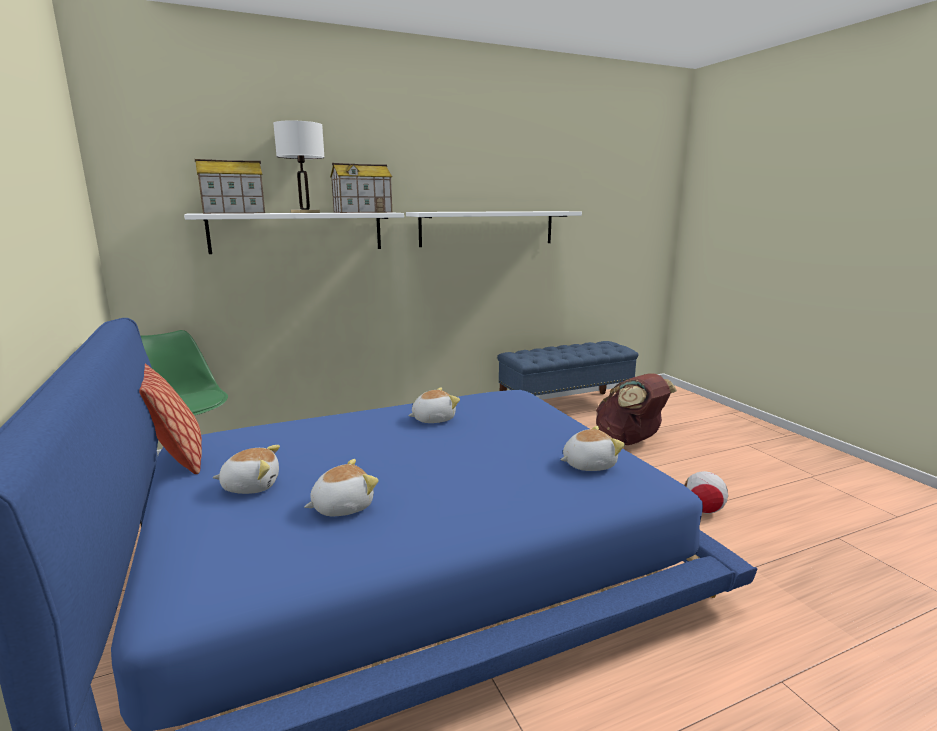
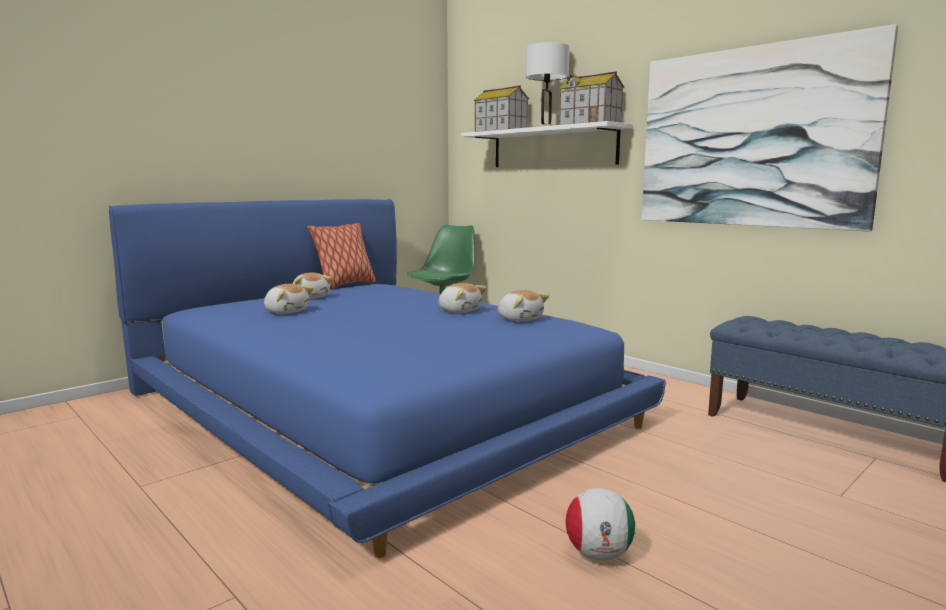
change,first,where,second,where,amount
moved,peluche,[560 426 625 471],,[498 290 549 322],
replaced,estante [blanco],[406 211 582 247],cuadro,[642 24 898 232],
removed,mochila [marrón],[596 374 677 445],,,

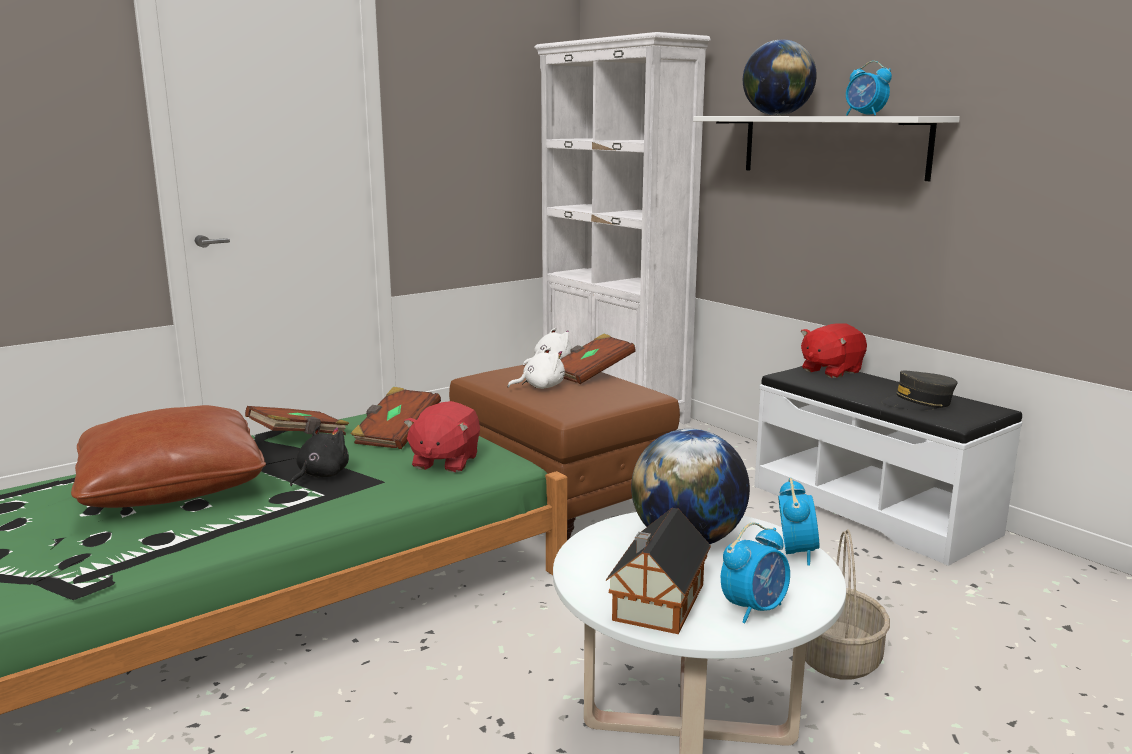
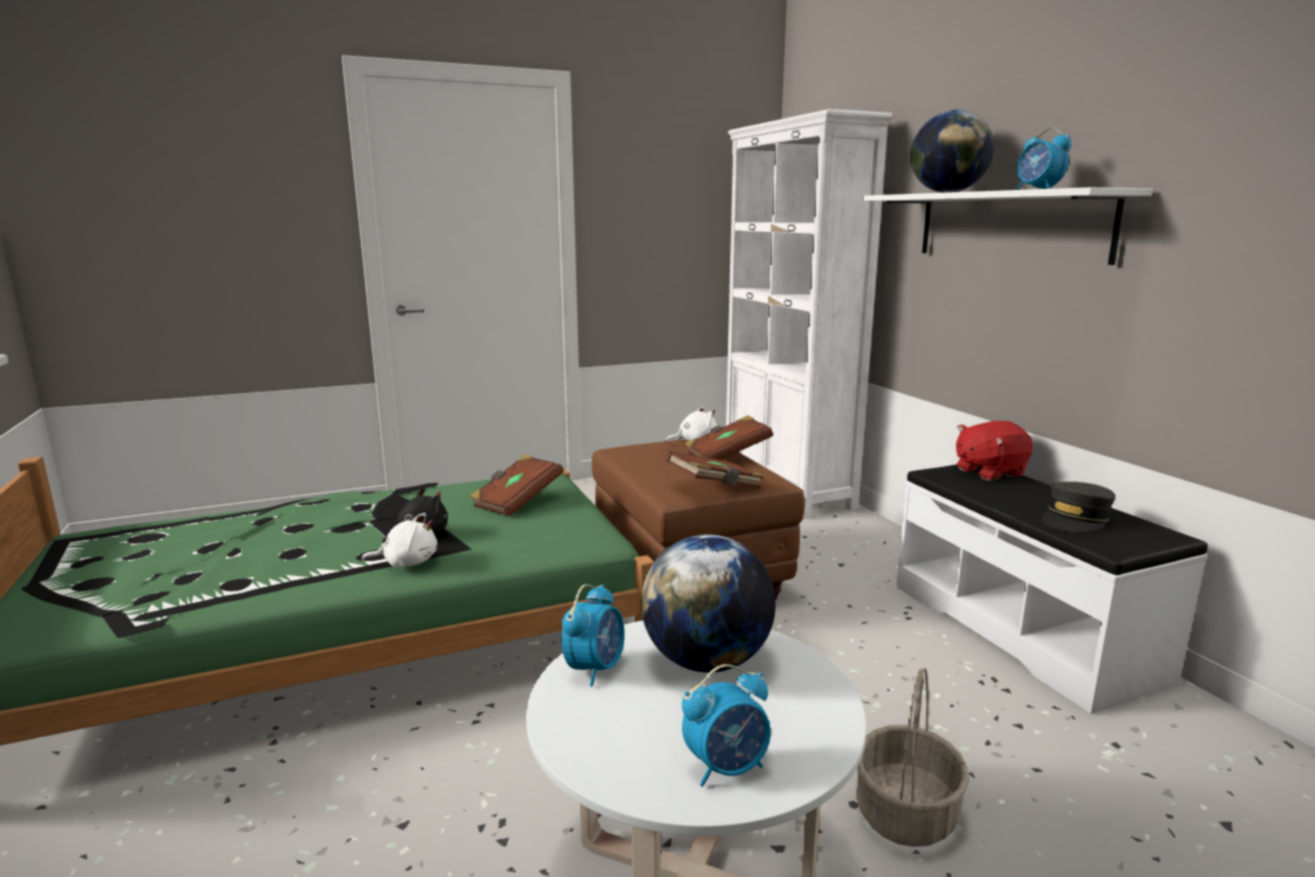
change,first,where,second,where,amount
moved,peluche [blanco],[508 347 565 389],,[361 513 438 567],
moved,despertador,[778 478 819 566],,[561 584 625 687],
moved,libro [marrón],[245 406 349 435],,[665 451 764 488],
turned,gorra [gris],[881 370 957 410],,[1042 482 1115 532],45 degrees counterclockwise
removed,cojín [marrón],[71 405 266 508],,,
removed,peluche [rojo],[403 401 480 473],,,
removed,casita,[606 508 711 634],,,

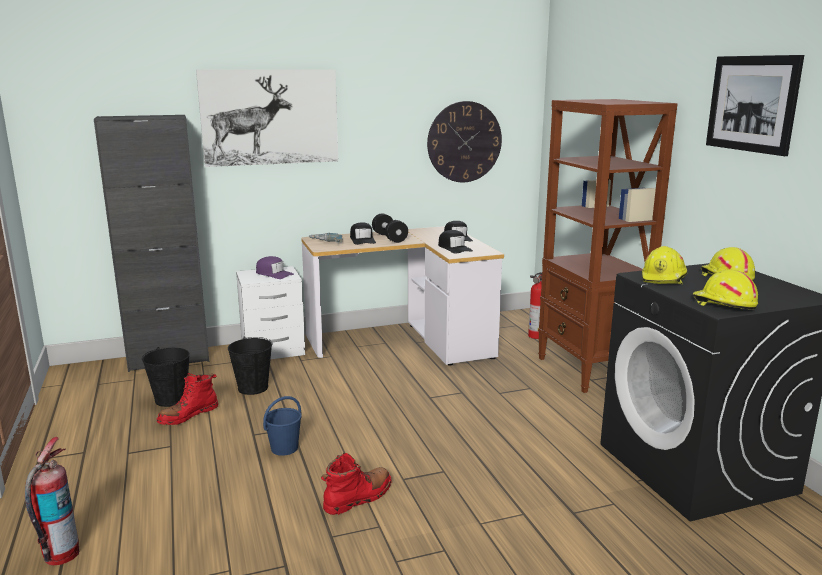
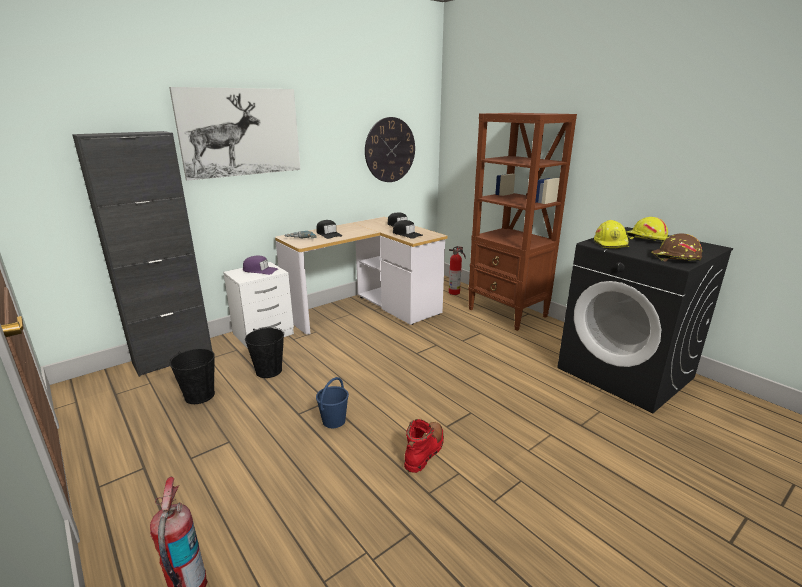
change,first,where,second,where,amount
recoloured,casco [amarillo],[693 270 758 309],casco [marrón],[651 233 702 262],
removed,bota [rojo],[157 373 218 425],,,
removed,mancuerna [negro],[372 213 408 243],,,
removed,cuadro,[706 55 804 156],,,

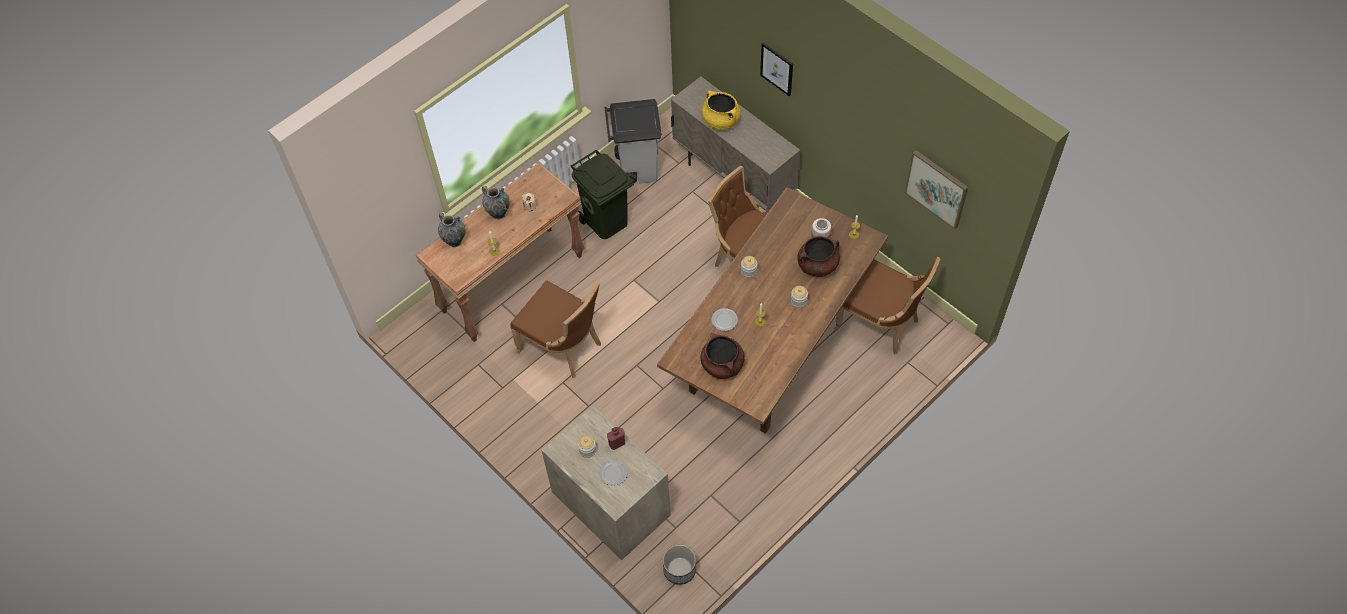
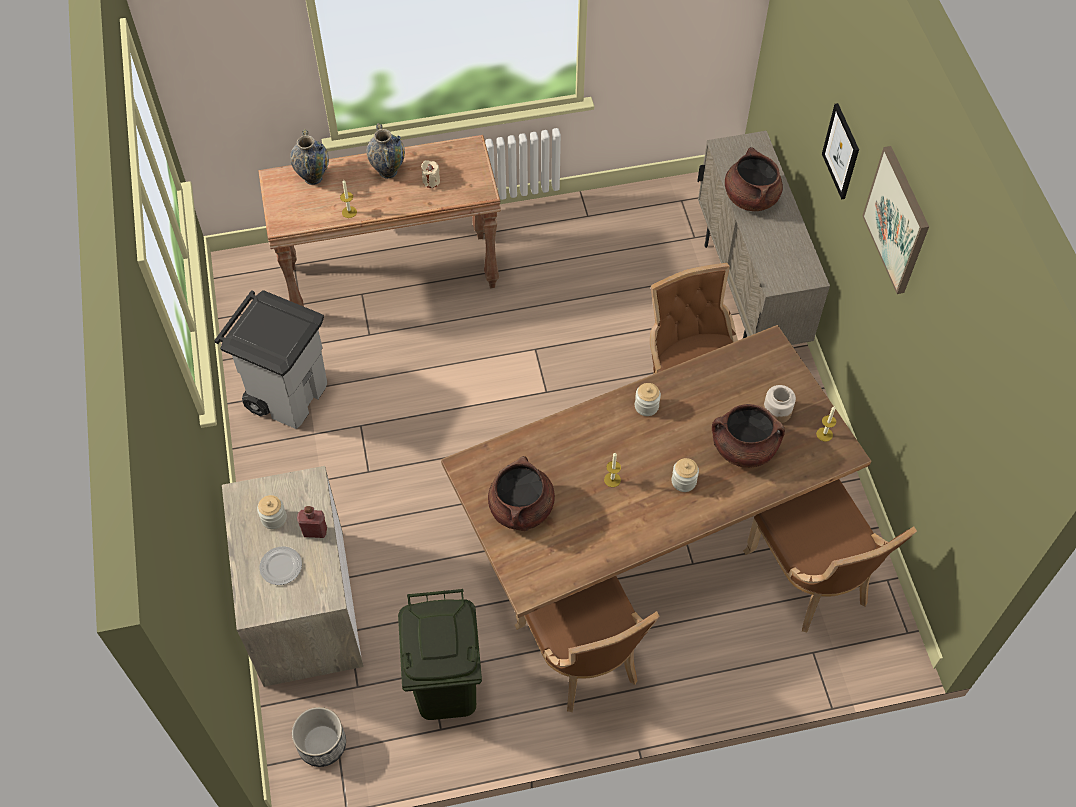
change,first,where,second,where,amount
moved,papelera [gris],[604 99 661 184],,[214 290 327 429],
moved,papelera [verde],[571 150 634 239],,[398 589 482 720],
moved,silla [marrón],[510 281 601 378],,[515 576 660 712],
recoloured,olla [amarillo],[701 91 741 130],olla [marrón],[725 147 783 211],
moved,cuadro,[905 150 968 229],,[862 146 929 294],
removed,plato,[711 308 738 331],,,

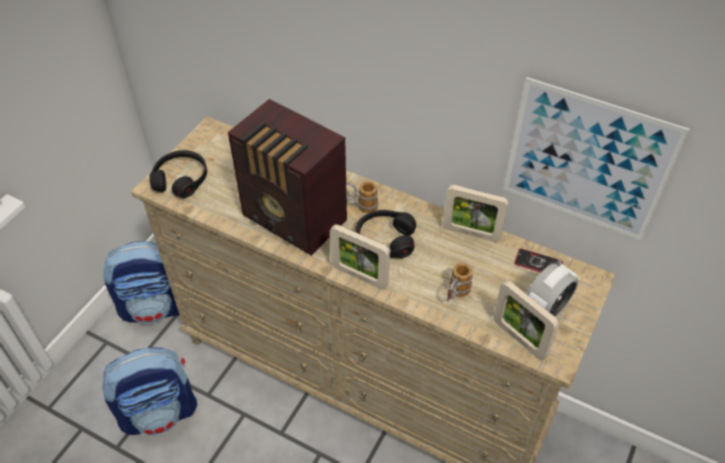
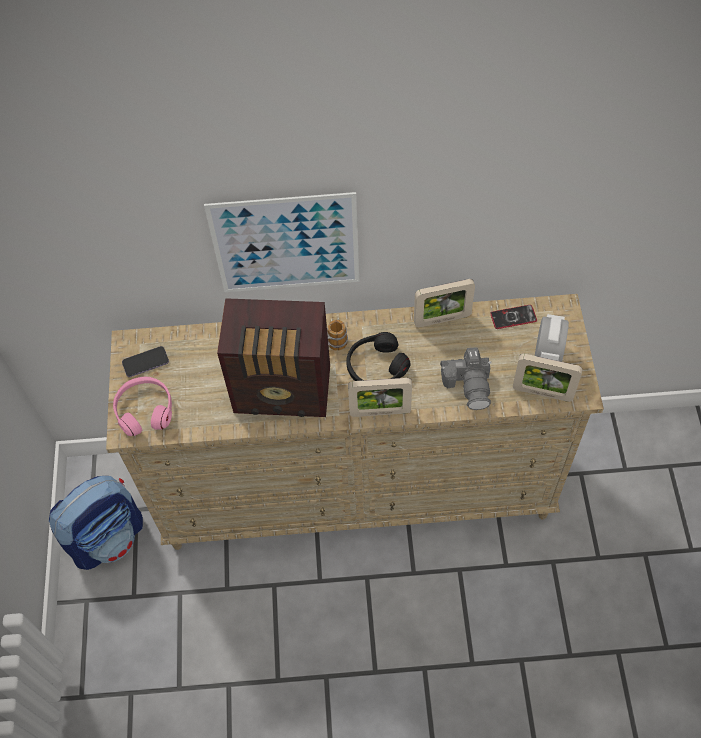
change,first,where,second,where,amount
recoloured,auriculares [negro],[150 150 207 198],auriculares [rosa],[113 377 172 436],
added,,,móvil,[122 346 169 377],
moved,cuadro,[504 77 690 240],,[204 192 359 292],
replaced,taza grande,[447 263 473 301],cámara,[440 347 491 410],
removed,mochila,[102 348 197 436],,,

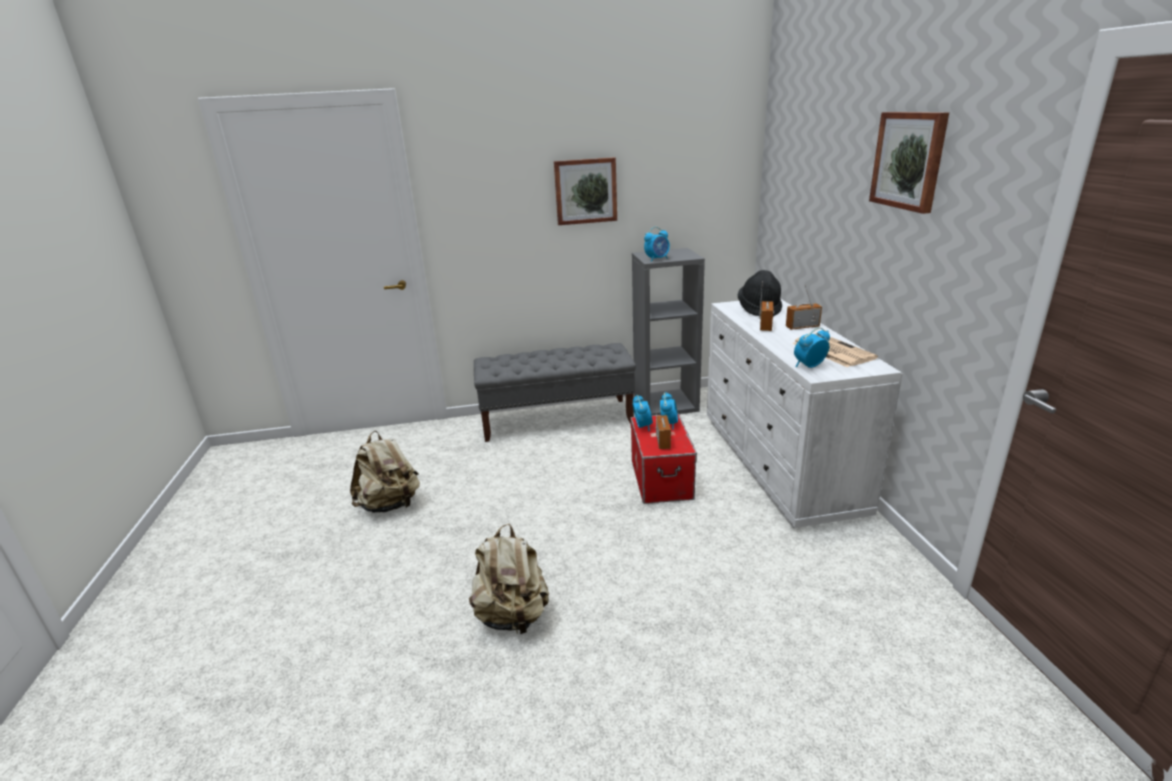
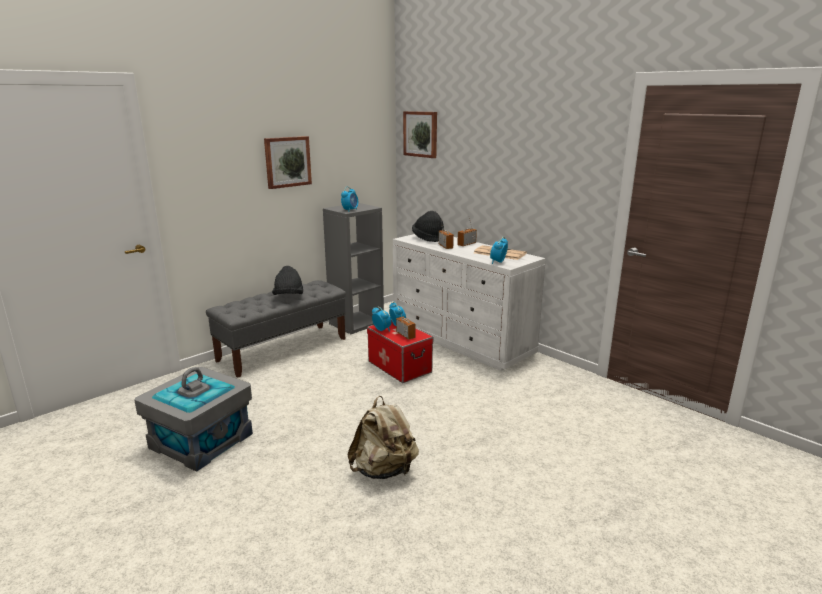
change,first,where,second,where,amount
replaced,mochila [beis],[350 431 420 513],caja de almacenaje [gris],[134 367 253 472],
added,,,sombrero [negro],[272 266 303 295],
moved,cuadro,[869 112 949 214],,[403 111 437 158],

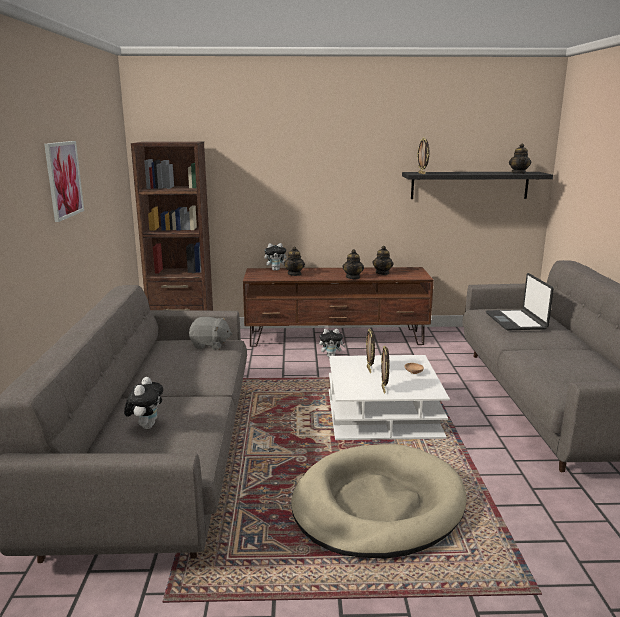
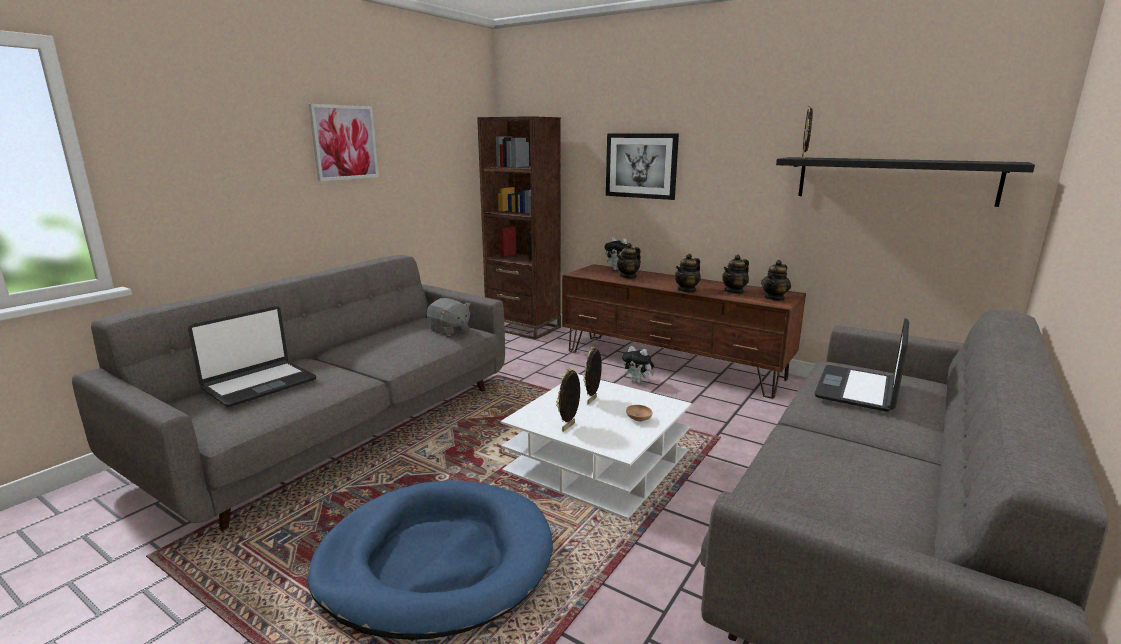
change,first,where,second,where,amount
replaced,peluche,[124 377 163 429],portátil,[188 306 316 407],
recoloured,cama para perro [beis],[291 444 467 559],cama para perro [azul],[307 480 553 640],
added,,,cuadro,[606 134 679 200],
moved,tetera,[509 143 531 174],,[761 260 791 301],

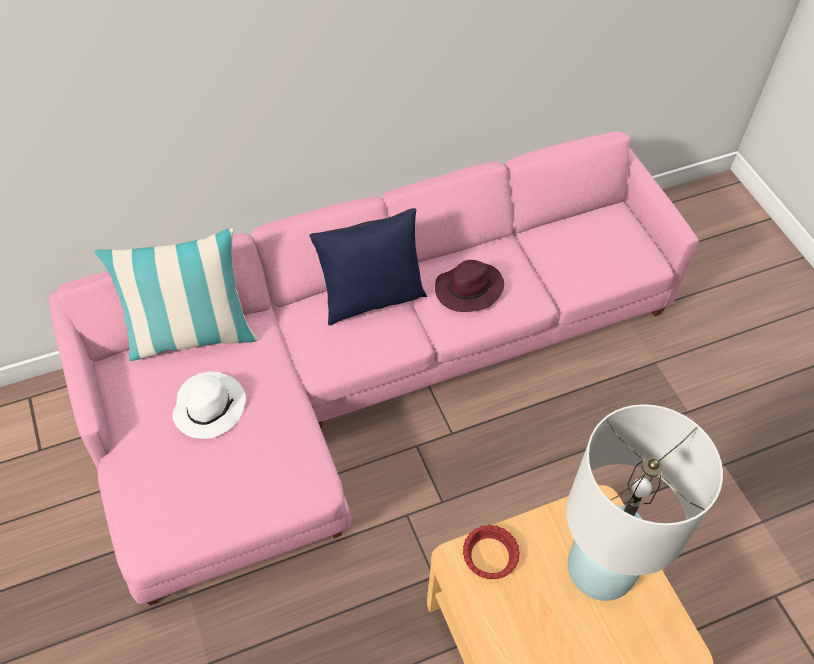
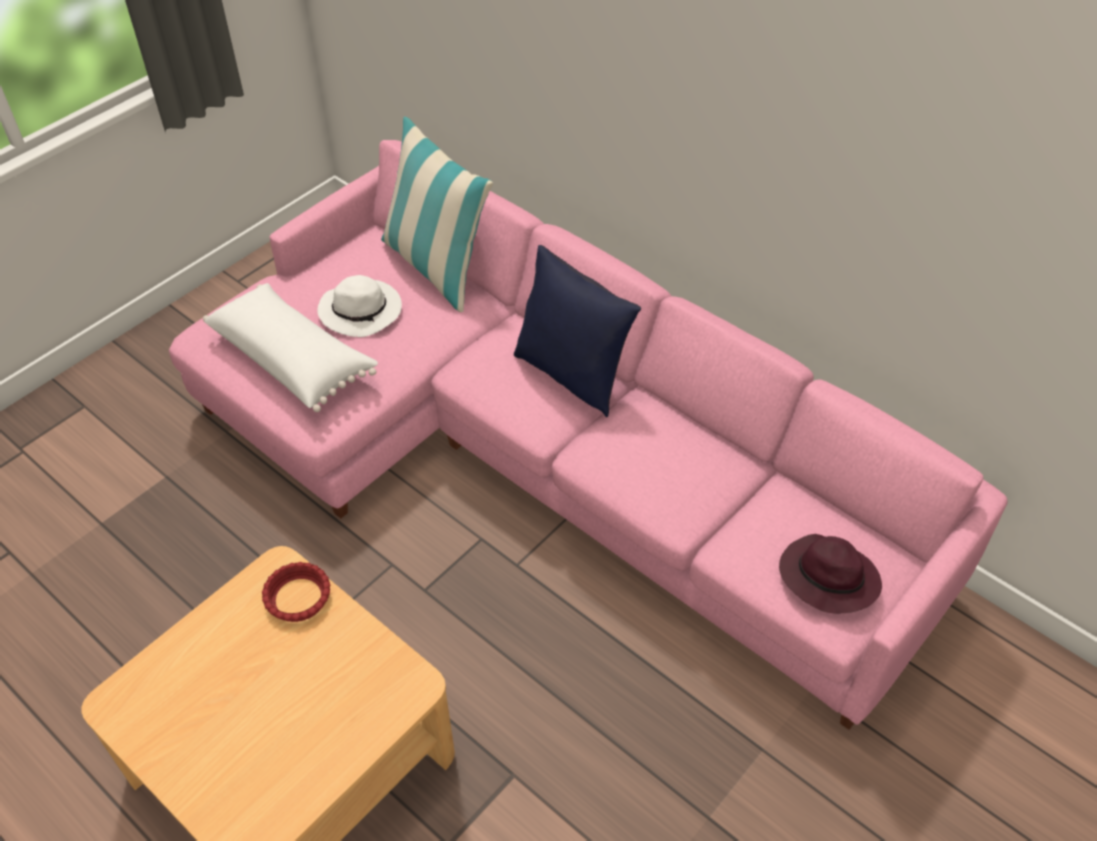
change,first,where,second,where,amount
added,,,cojín [blanco],[203 283 378 412],
moved,sombrero [morado],[435 260 504 312],,[779 534 882 614],
removed,lámpara de mesa [blanco],[566 404 723 601],,,

